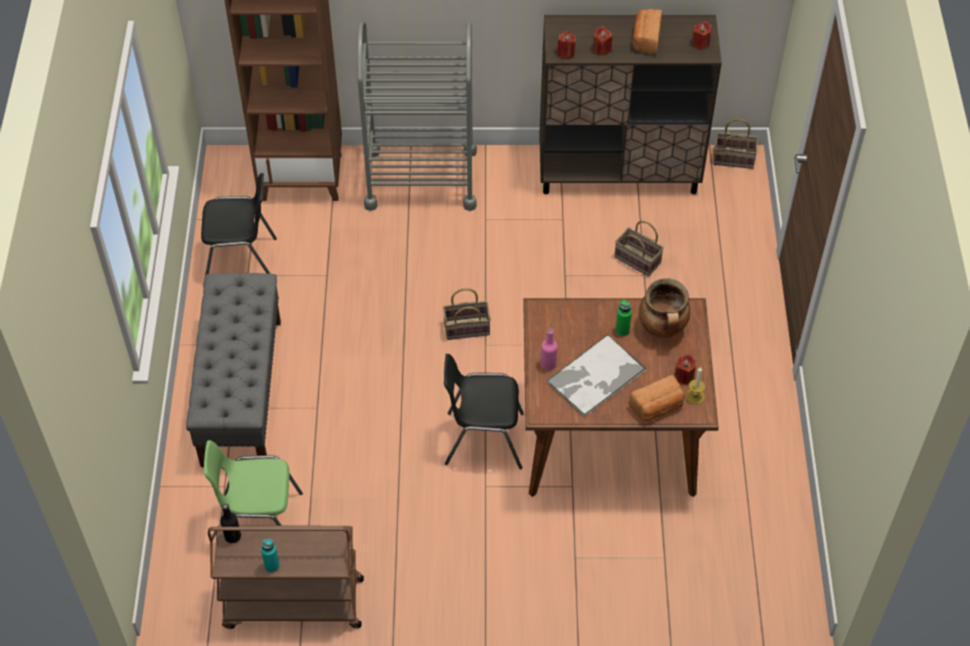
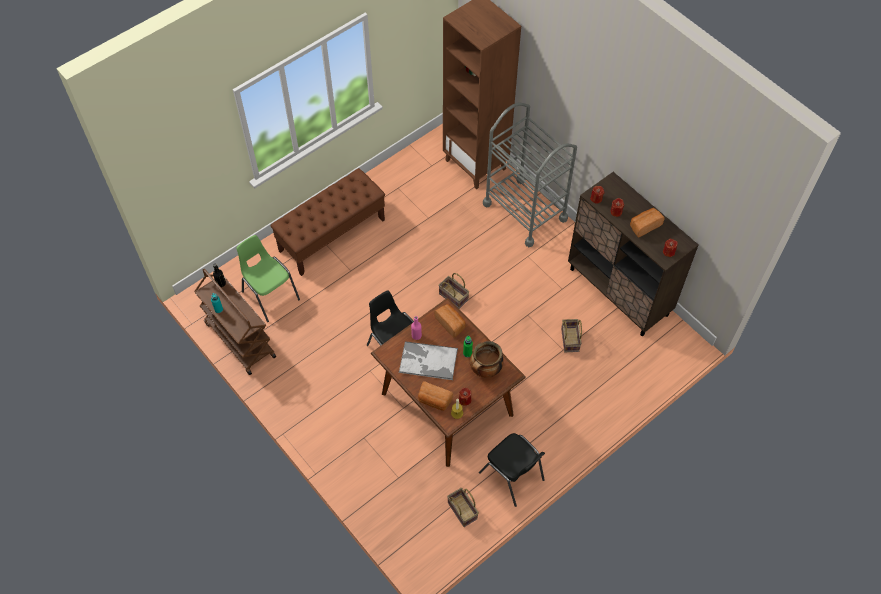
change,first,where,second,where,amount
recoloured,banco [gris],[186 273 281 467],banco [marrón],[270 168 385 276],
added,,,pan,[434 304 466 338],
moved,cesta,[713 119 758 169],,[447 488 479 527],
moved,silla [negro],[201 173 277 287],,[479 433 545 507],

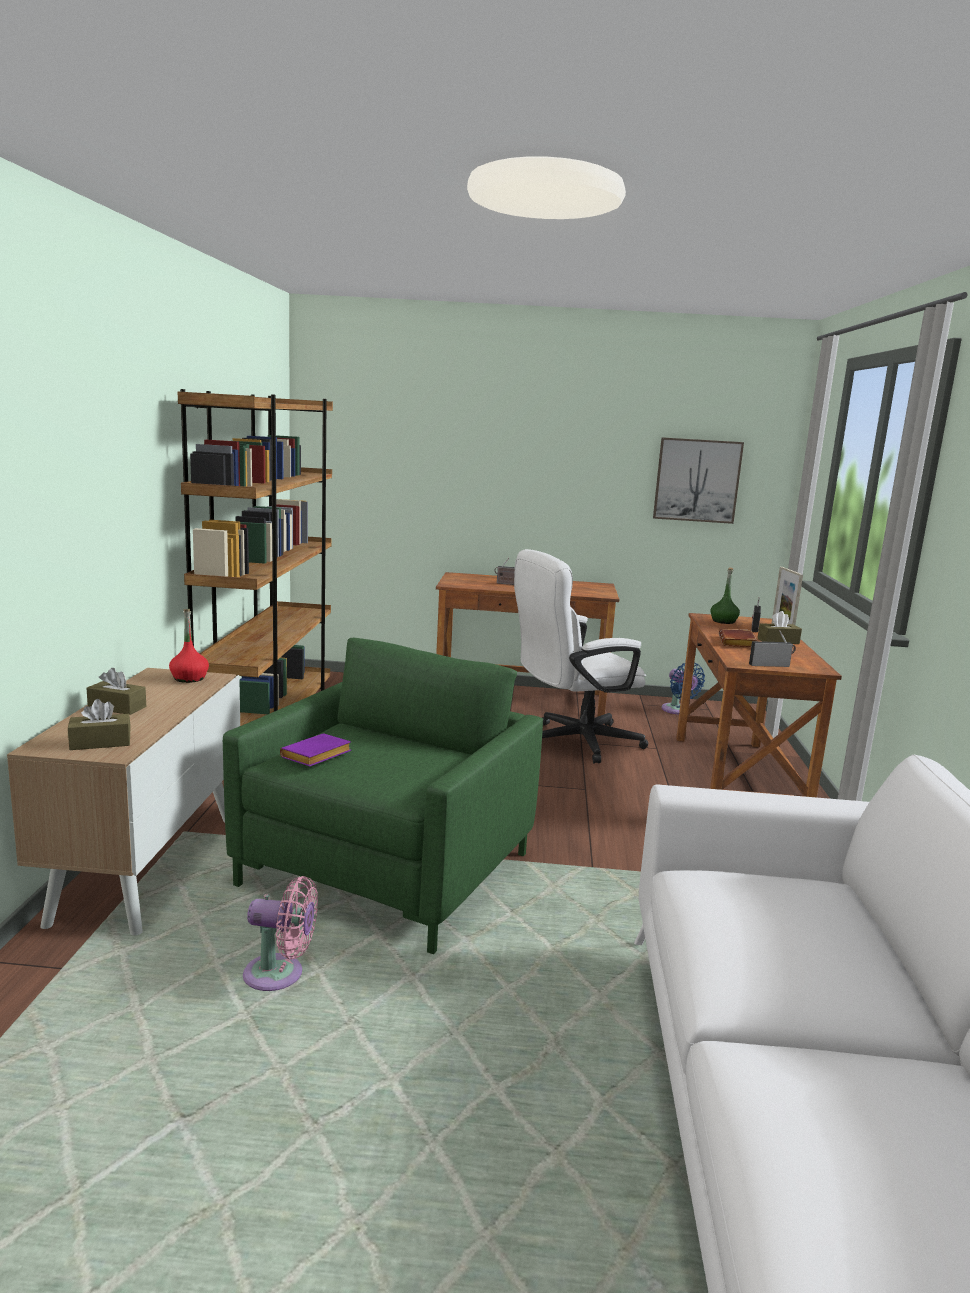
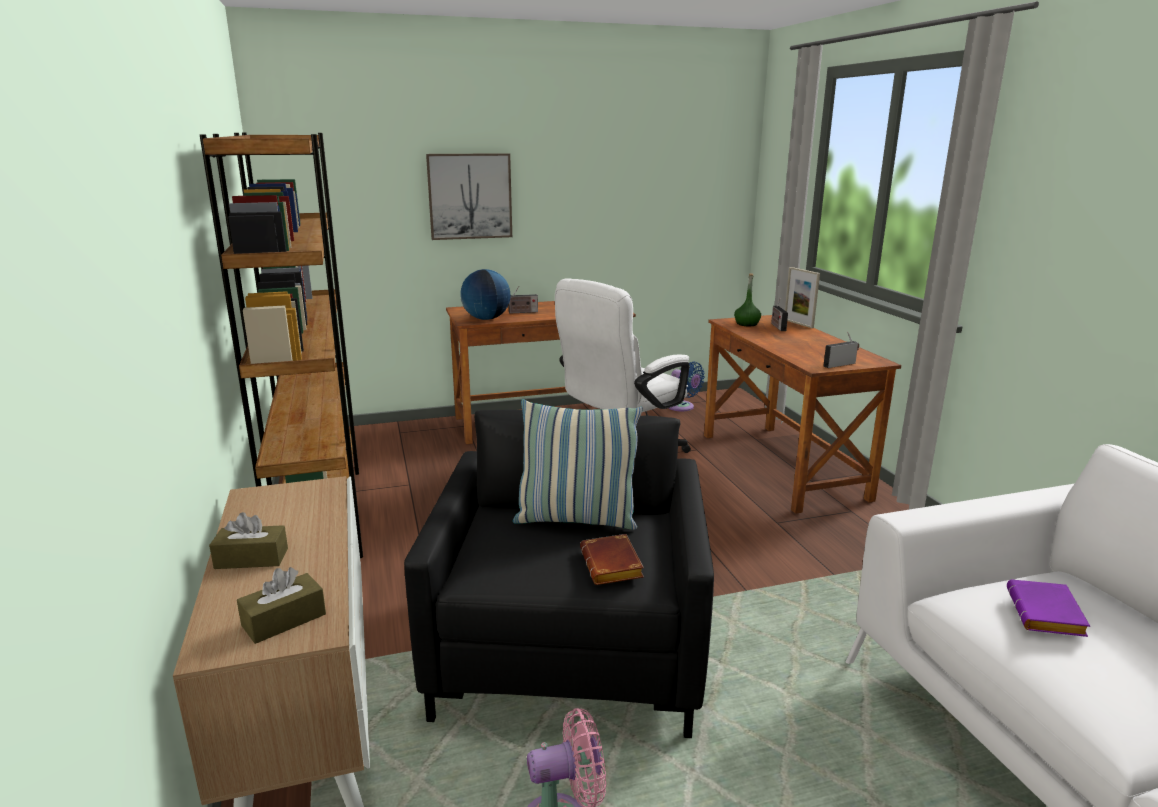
change,first,where,second,where,amount
recoloured,sillón [verde],[223 638 543 954],sillón [negro],[404 410 714 738],
moved,cuadro,[653 437 744 524],,[426 153 512 240],
added,,,globo terráqueo,[460 269 510 320],
added,,,cojín,[513 399 643 530],
moved,libro [marrón],[719 629 757 647],,[580 534 644 585],
moved,libro [morado],[280 733 351 766],,[1007 580 1090 637],
removed,botella [rojo],[169 609 209 683],,,
removed,caja de pañuelos [marrón],[758 611 802 644],,,

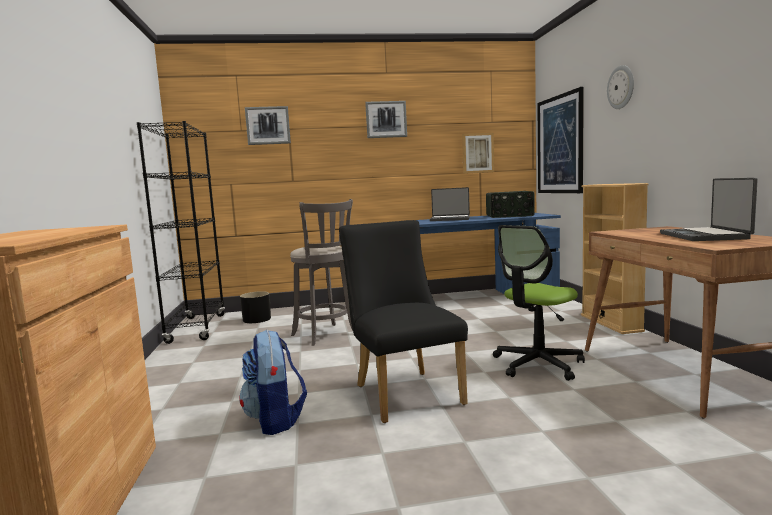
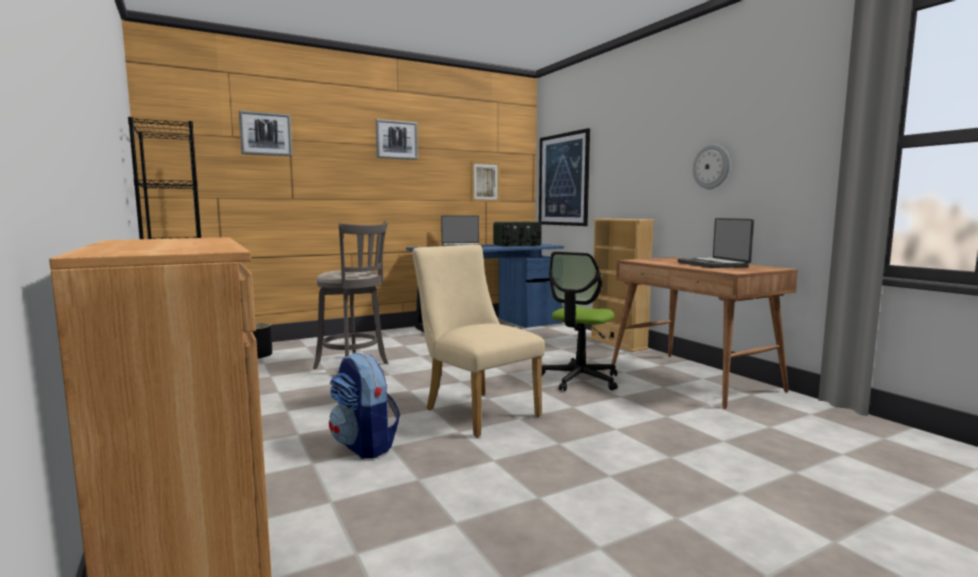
change,first,where,second,where,amount
recoloured,silla [negro],[339 220 468 423],silla [beis],[412 245 545 437],
moved,reloj de pared,[607 65 634 109],,[693 144 730 189],

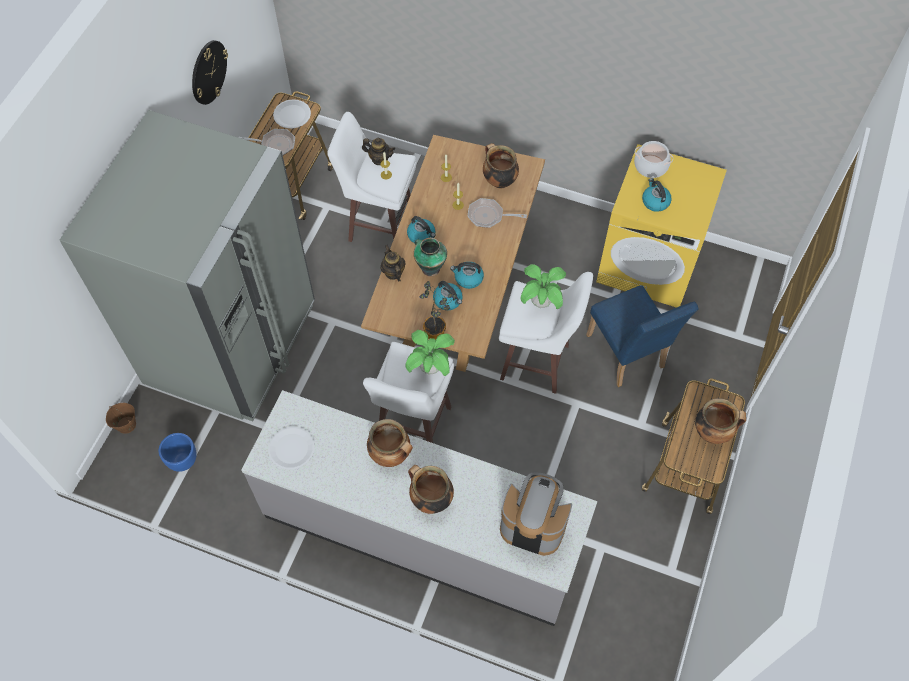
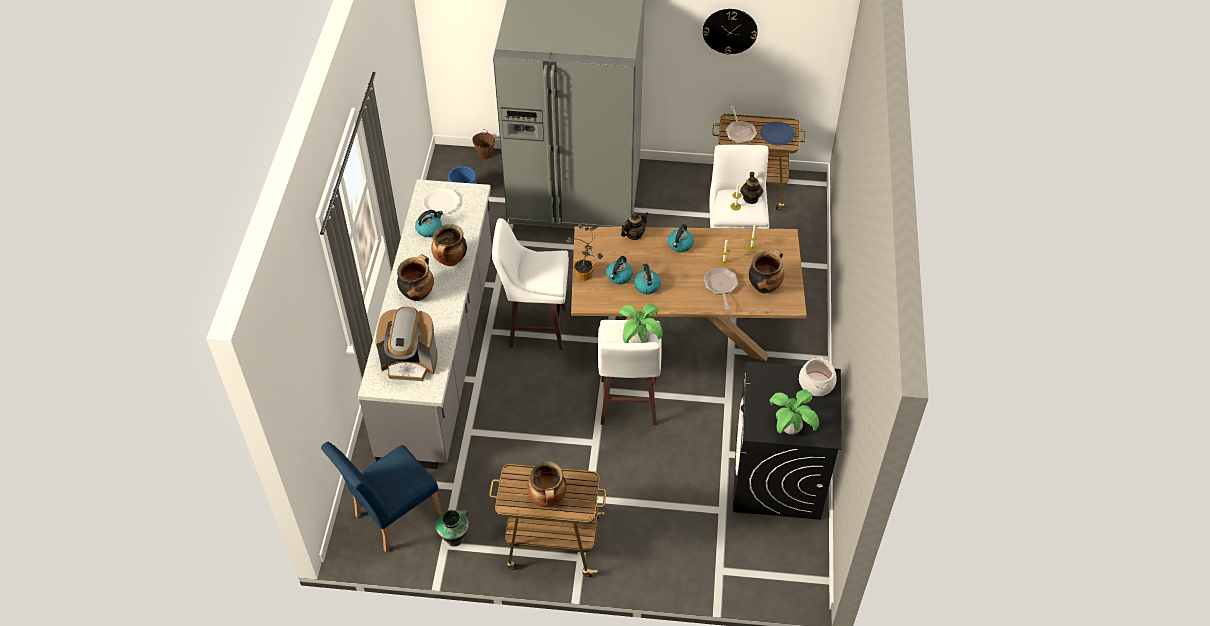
change,first,where,second,where,amount
moved,silla [azul],[586 285 699 387],,[321 442 442 553],
turned,cafetera,[500 472 572 556],,[375 307 438 381],90 degrees clockwise
moved,hervidor,[642 178 672 212],,[415 210 443 237],
moved,florero,[413 238 447 277],,[436 510 469 547],
recoloured,lavadora [amarillo],[596 144 727 308],lavadora [negro],[733 361 842 520],
recoloured,plato [blanco],[273 99 311 129],plato [azul],[760 121 795 146],
moved,planta en maceta,[405 330 455 376],,[770 389 819 435],

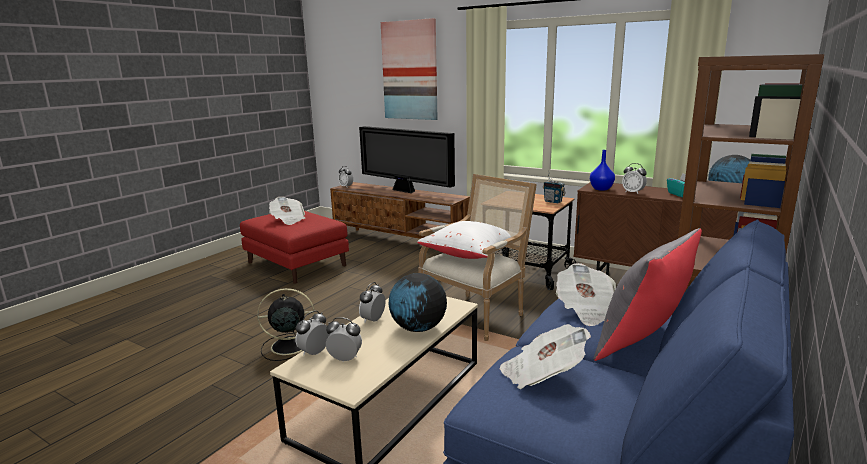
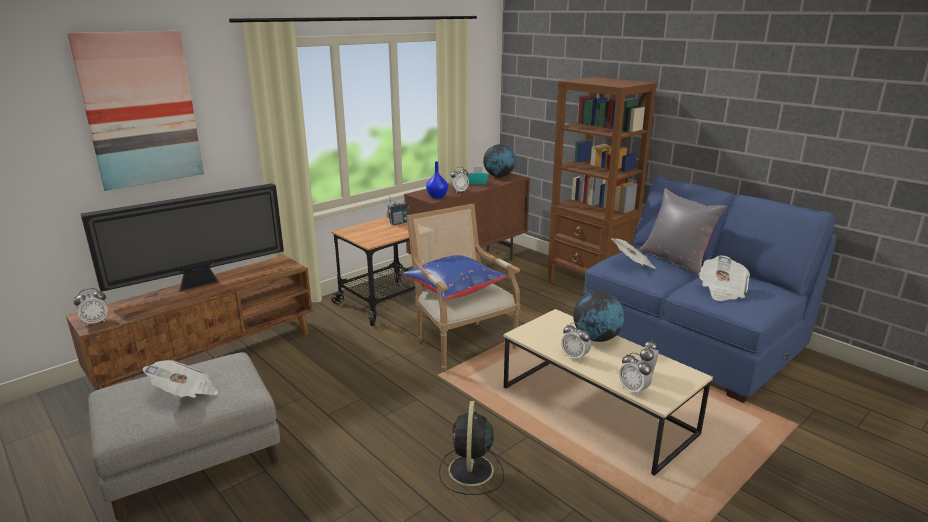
change,first,where,second,where,amount
recoloured,puf [rojo],[240 211 349 284],puf [gris],[88 352 280 520],
recoloured,cojín [blanco],[417 221 511 259],cojín [azul],[402 255 508 300],

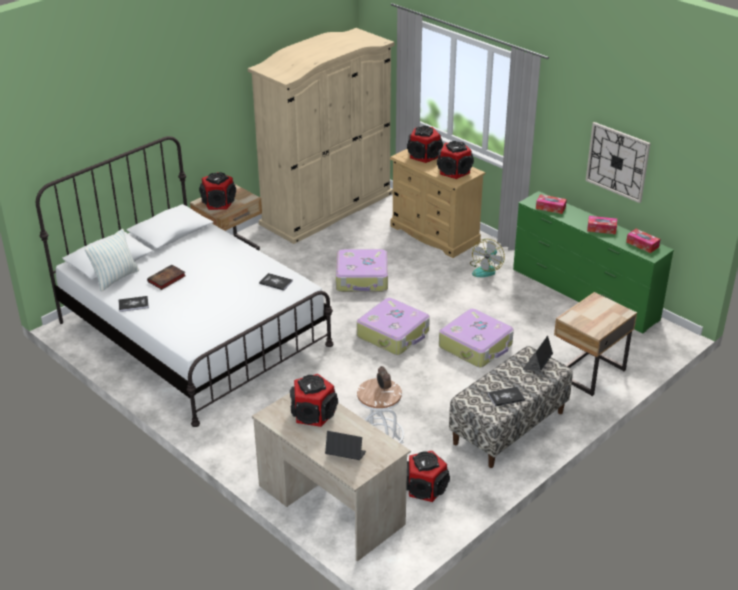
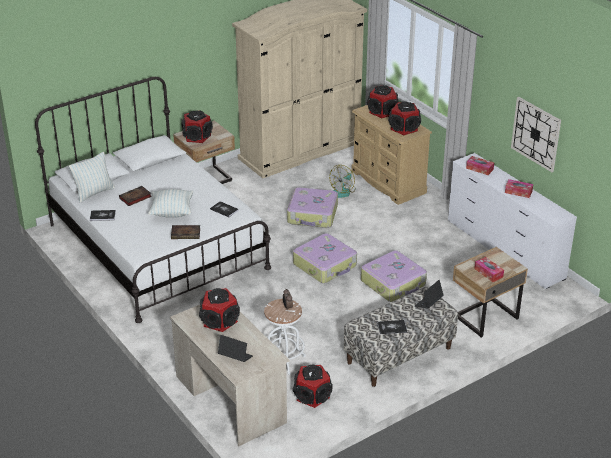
change,first,where,second,where,amount
added,,,cojín,[148 189 193 218],
added,,,libro,[171 225 200 239],
moved,ventilador,[470 239 505 277],,[329 165 356 198],
recoloured,cómoda [verde],[513 191 674 333],cómoda [blanco],[448 153 577 289],
moved,caja de pañuelos,[626 229 660 253],,[474 257 504 282],

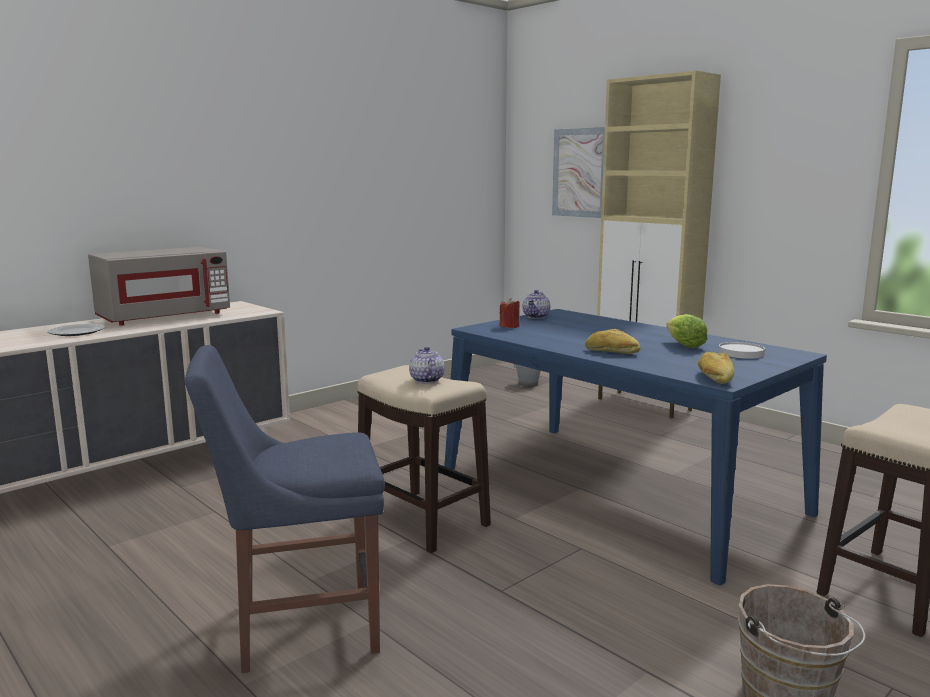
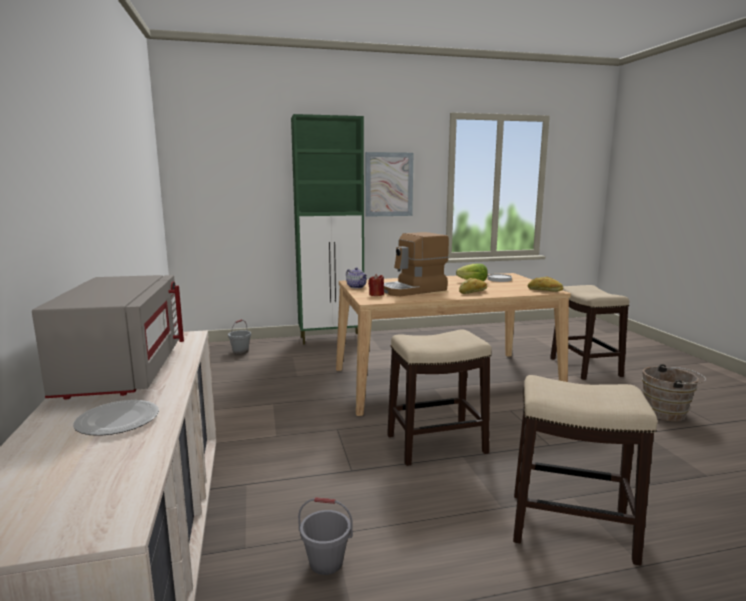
change,first,where,second,where,amount
recoloured,armario [beis],[597 71 721 419],armario [verde],[291 114 364 345],
added,,,cubo [gris],[298 497 353 575],
recoloured,mesa de comedor [azul],[444 309 827 585],mesa de comedor [beis],[336 273 571 416],
moved,cuadro,[552 127 605 218],,[365 152 413 217],
added,,,cafetera,[384 232 449 296],
replaced,silla [azul],[185 345 385 673],taburete,[513 375 658 566],
removed,tetera,[409 347 444 383],,,

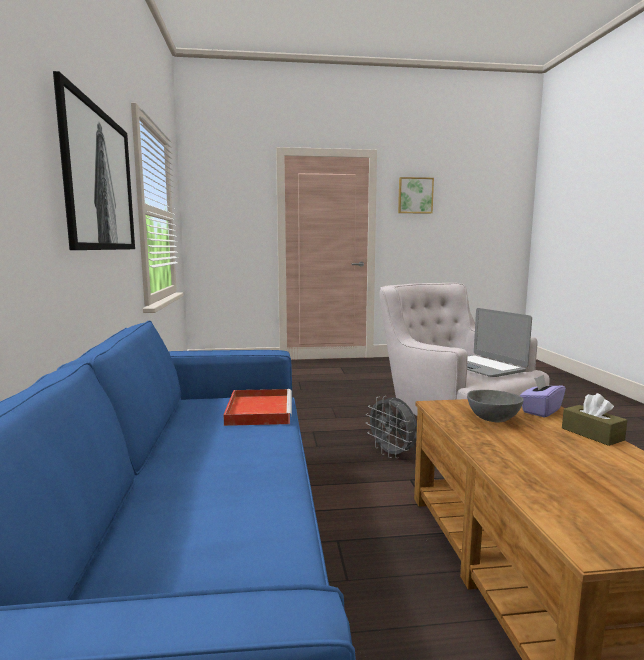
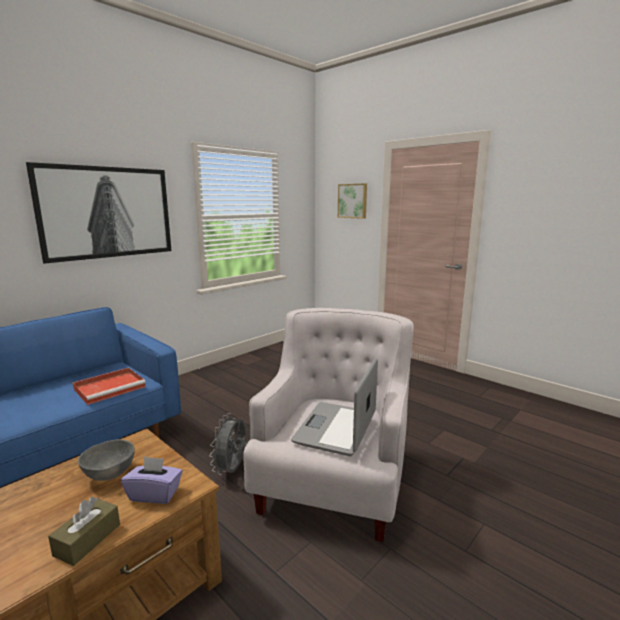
change,first,where,second,where,amount
moved,cuadro,[398 177 434 214],,[338 183 367 219],

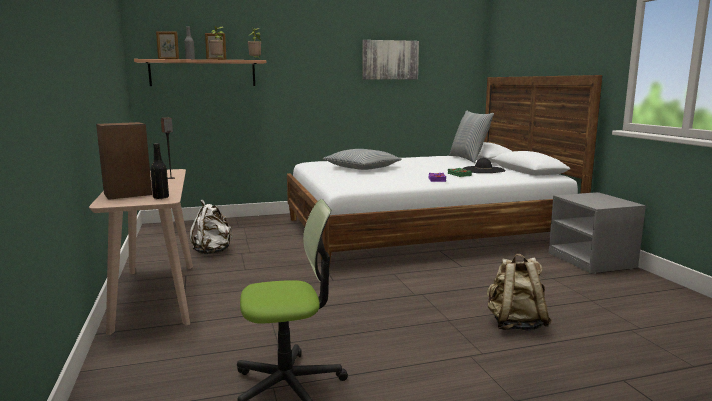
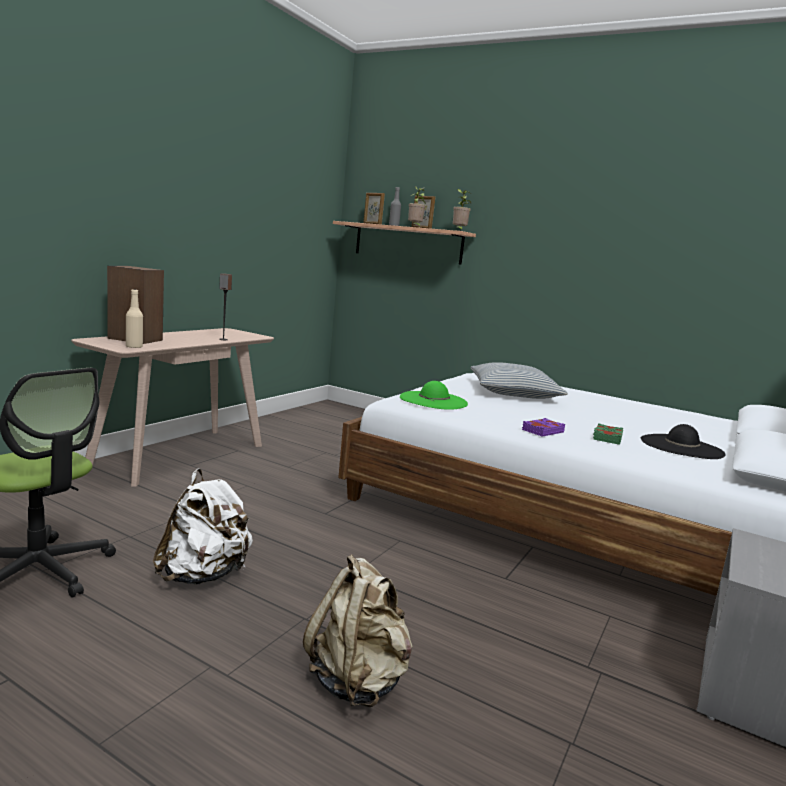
change,first,where,second,where,amount
recoloured,botella [negro],[150 143 169 199],botella [beis],[126 289 143 348],
moved,mochila [blanco],[189 200 232 254],,[153 469 253 584],
added,,,sombrero [verde],[400 381 468 410],
removed,cuadro,[362 40 419 79],,,
removed,cojín,[449 110 494 163],,,

